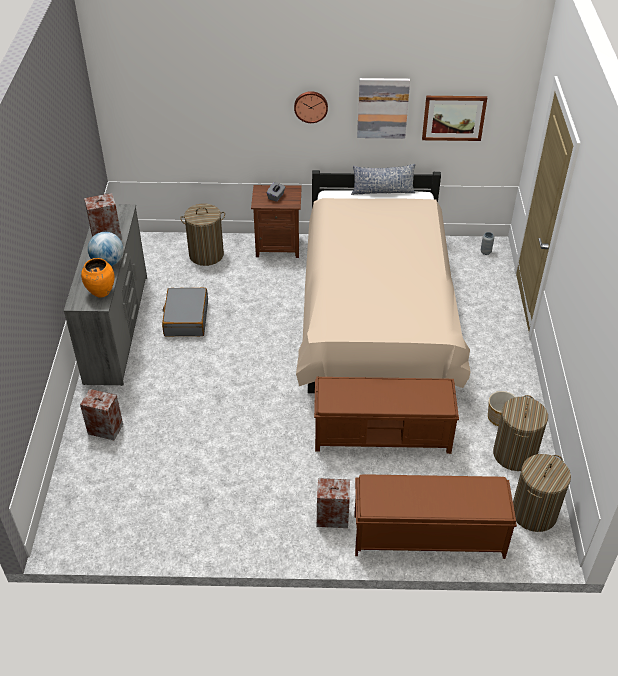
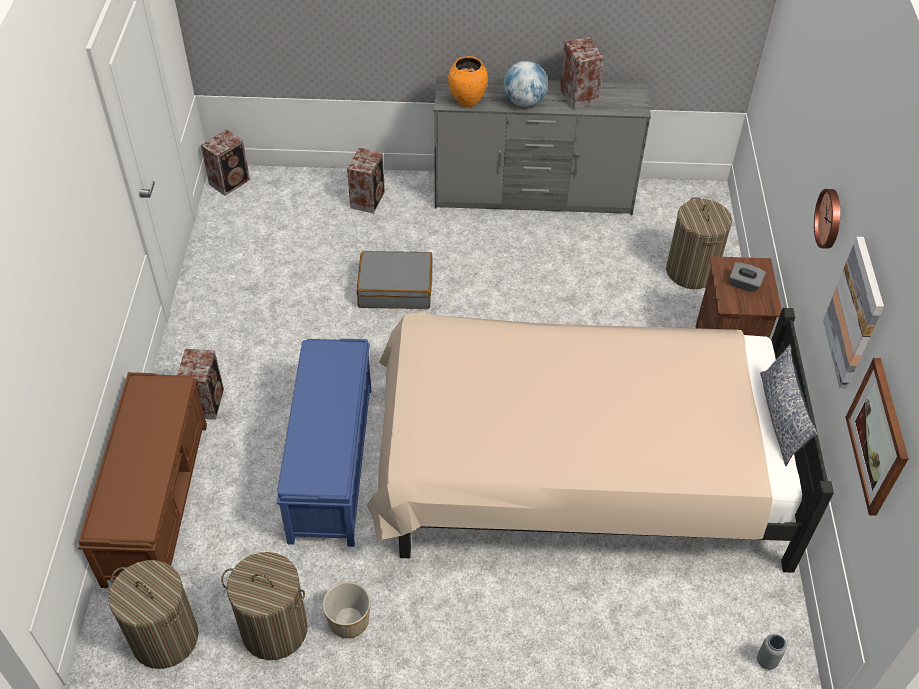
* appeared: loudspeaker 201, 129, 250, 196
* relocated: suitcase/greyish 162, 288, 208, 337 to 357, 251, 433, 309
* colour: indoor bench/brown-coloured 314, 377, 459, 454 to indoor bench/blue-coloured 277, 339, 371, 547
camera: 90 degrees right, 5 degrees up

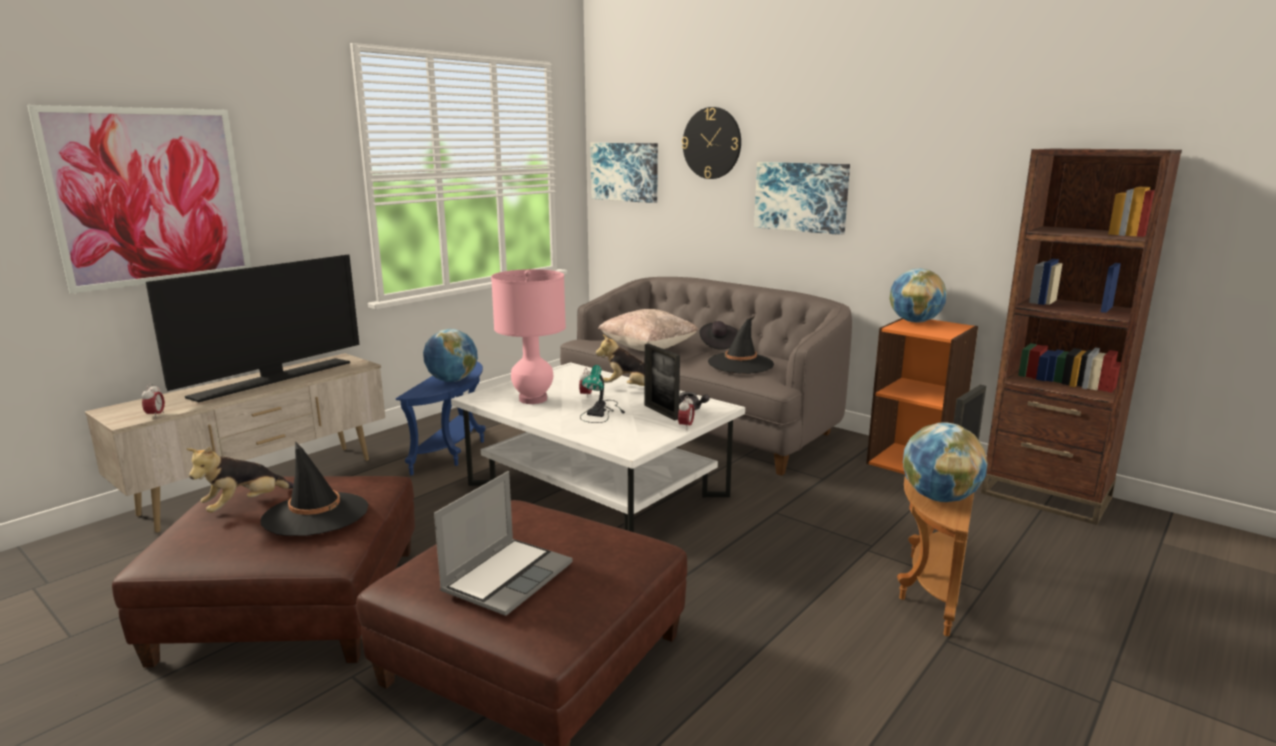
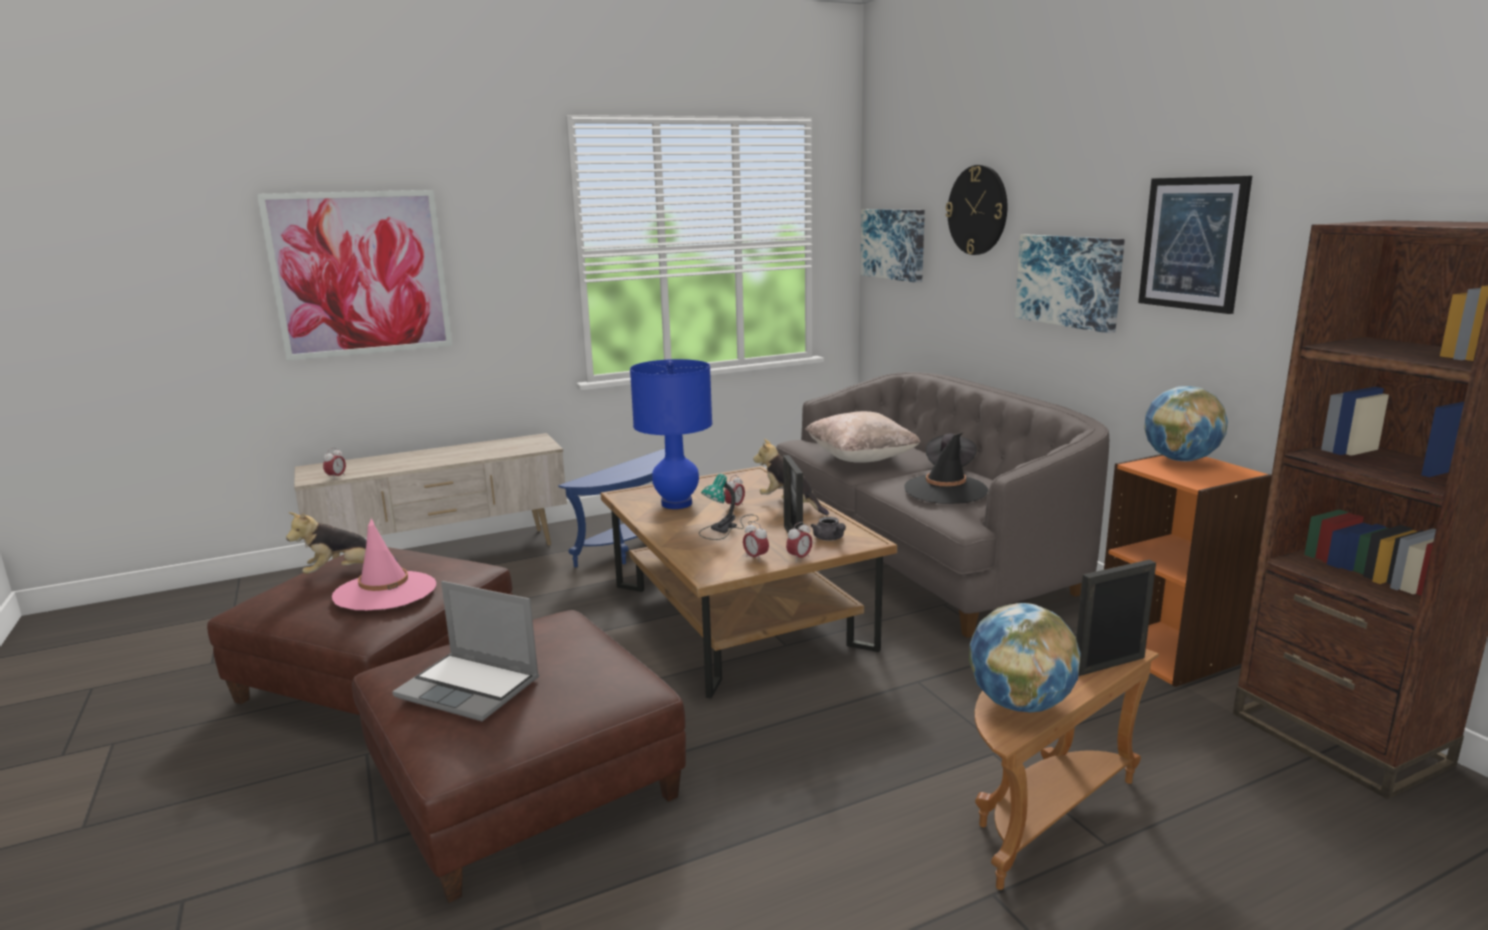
* missing: TV 146, 254, 360, 402
* missing: desk globe 423, 329, 478, 382
* appeared: table clock 743, 522, 769, 562
* appeared: wall picture 1138, 176, 1252, 314
* colour: wearable hat/black-coloured 261, 441, 368, 536 to wearable hat/pink-coloured 332, 518, 436, 611
* colour: lounge table/white 451, 363, 745, 532 to lounge table/brown-coloured 600, 466, 897, 698
* colour: table lamp/pink-coloured 491, 269, 566, 404 to table lamp/blue-coloured 630, 359, 712, 509
* spun: notebook computer 434, 471, 573, 616 = 392, 581, 539, 721 60 degrees clockwise
camera: 25 degrees right, 0 degrees up

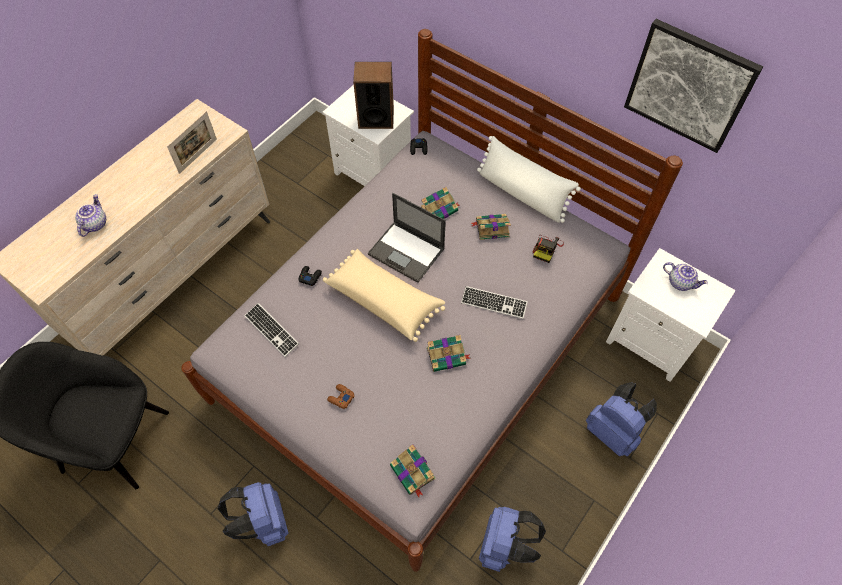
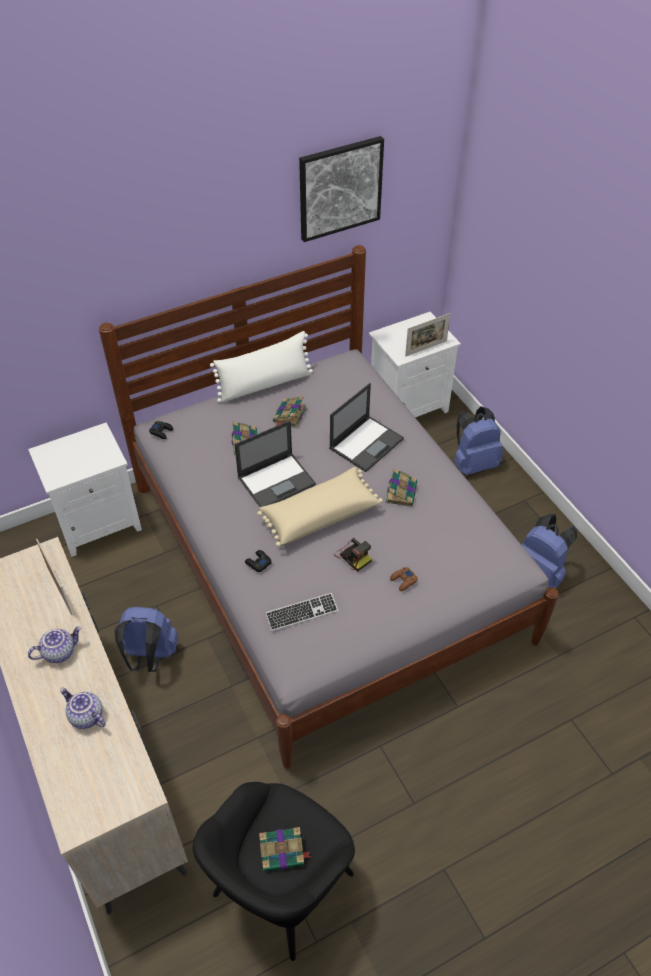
* missing: loudspeaker 353, 62, 394, 129
* appeared: photo frame 405, 313, 450, 356
* relocated: knapsack/blue-coloured 218, 482, 288, 546 to 114, 607, 178, 672
* relocated: book 390, 444, 436, 497 to 259, 827, 311, 872
* relocated: still camera 533, 235, 564, 263 to 334, 538, 372, 572
* relocated: teapot 663, 262, 708, 291 to 28, 626, 82, 663
* exchanged: computer keyboard 461, 286, 528, 319 to notebook computer 329, 383, 404, 472
camera: 65 degrees left, 10 degrees down

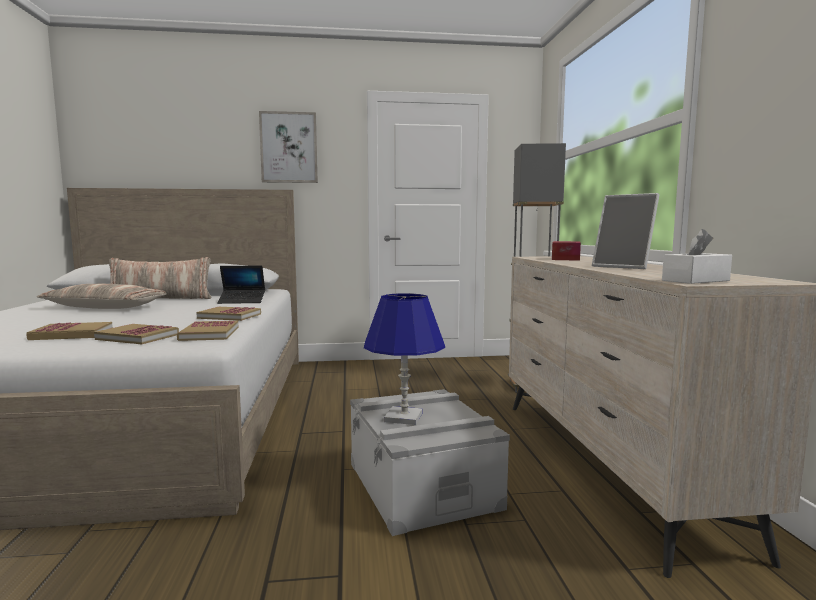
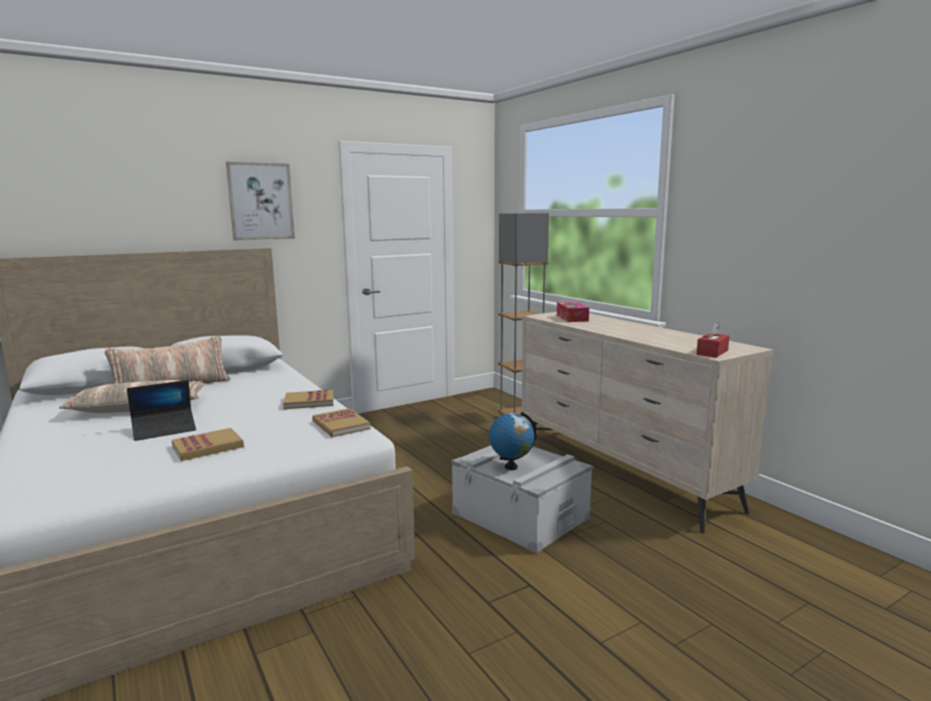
* missing: book 94, 324, 179, 344
* missing: photo frame 592, 193, 659, 269
* relocated: notebook computer 217, 266, 265, 304 to 127, 380, 196, 441
* exchanged: table lamp/blue-coloured 364, 293, 445, 425 to desk globe 489, 412, 536, 470
* colour: box of tissues/white 662, 229, 732, 284 to box of tissues/red 697, 322, 729, 358
camera: 25 degrees left, 5 degrees up

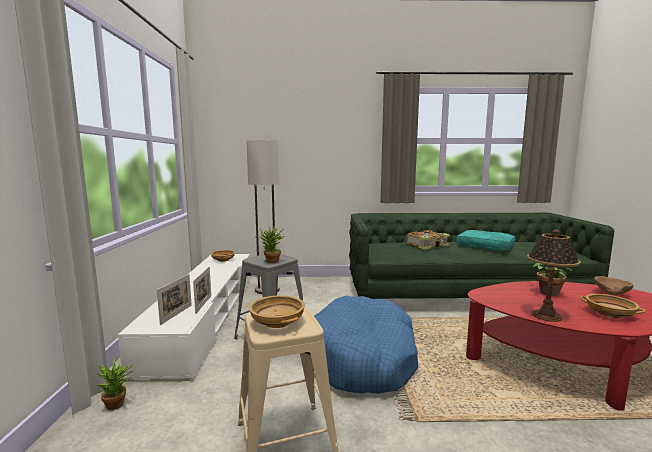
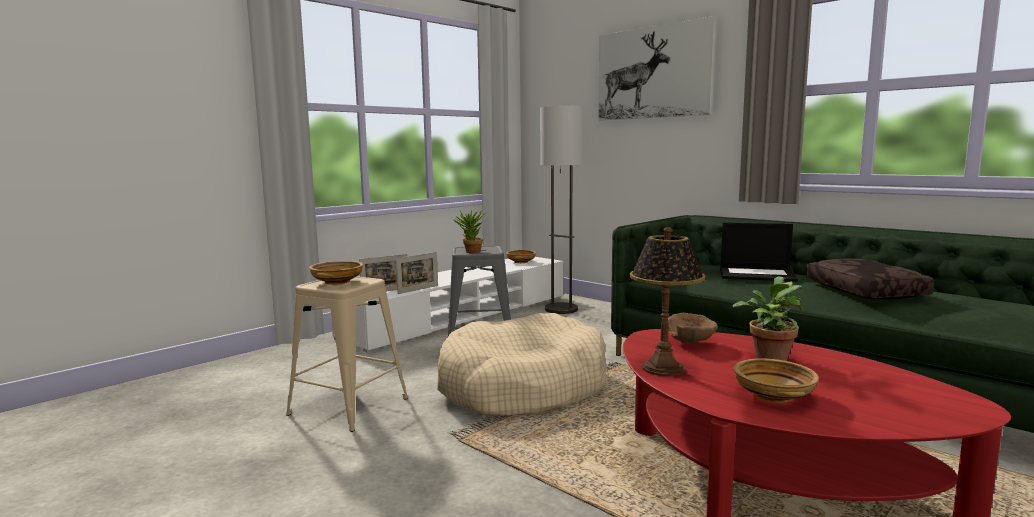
* missing: plant in a pot 96, 357, 134, 410
* appeared: wall picture 598, 16, 716, 120
* relocated: serving bowl/brown-coloured 594, 276, 634, 295 to 668, 313, 717, 344
* exchanged: book 407, 230, 450, 250 to notebook computer 720, 222, 798, 282
* colour: pet bed/blue-coloured 314, 296, 419, 394 to pet bed/sand-coloured 437, 313, 607, 417
* colour: pillow/blue-green 456, 230, 516, 251 to pillow/brown-coloured 805, 258, 934, 300
camera: 45 degrees right, 0 degrees up

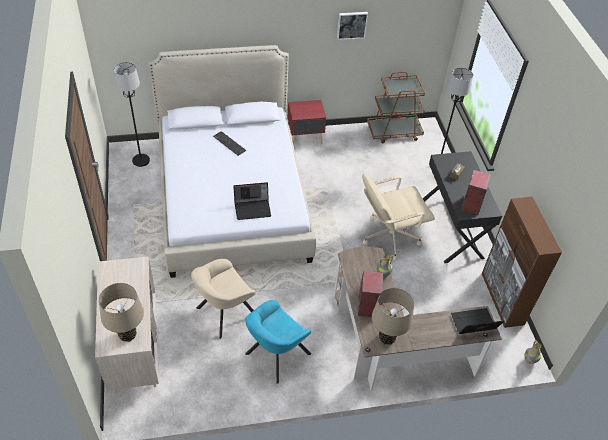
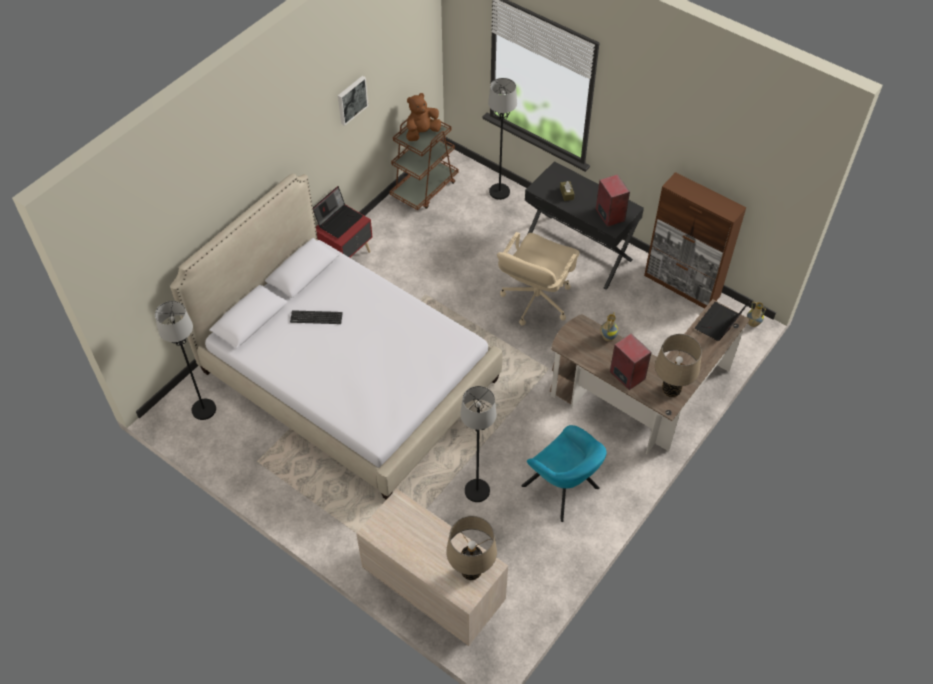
* appeared: cuddly toy/brown-coloured 406, 93, 441, 141
* relocated: notebook computer 233, 182, 271, 220 to 313, 186, 363, 238
* exchanged: lounge chair/sand-coloured 191, 259, 256, 339 to standard lamp/black-coloured 460, 386, 497, 502
* spun: lounge chair/blue-green 245, 300, 311, 384 = 522, 425, 607, 522 45 degrees counterclockwise
camera: 40 degrees left, 5 degrees up

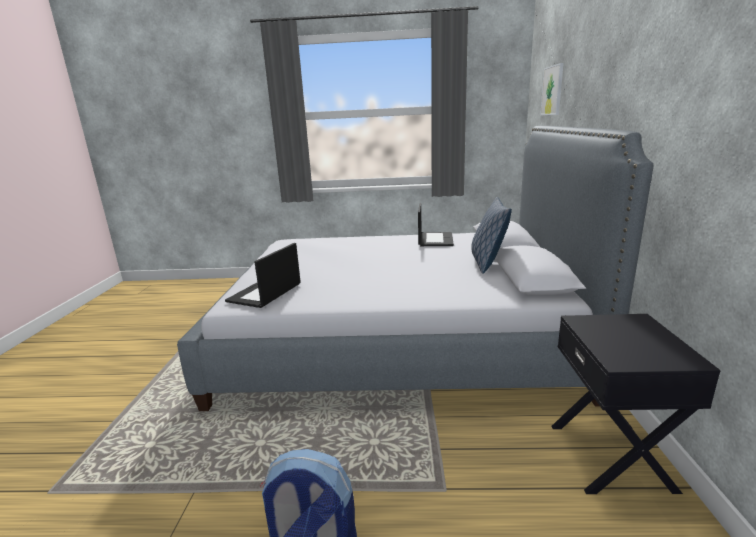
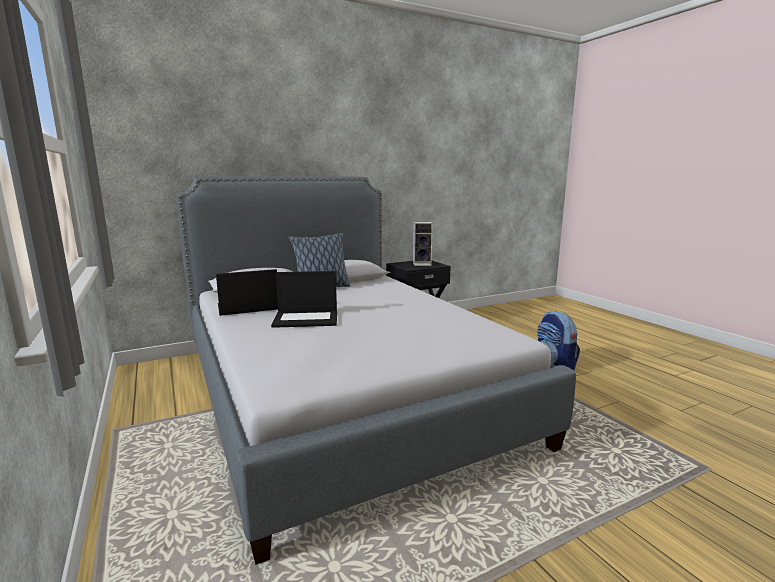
* missing: wall picture 540, 63, 564, 115
* appeared: loudspeaker 413, 222, 432, 266
* relocated: notebook computer 225, 243, 301, 308 to 271, 271, 337, 328
camera: 120 degrees left, 5 degrees down

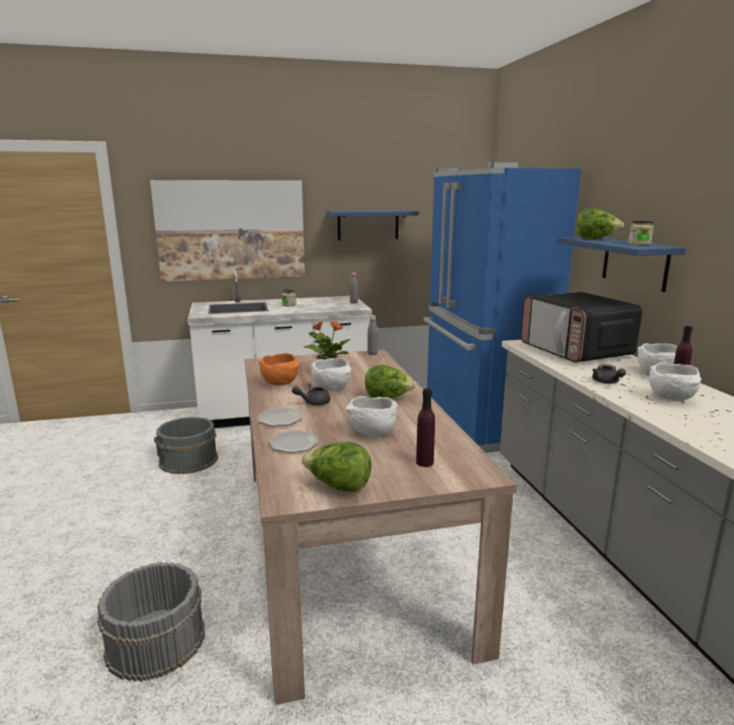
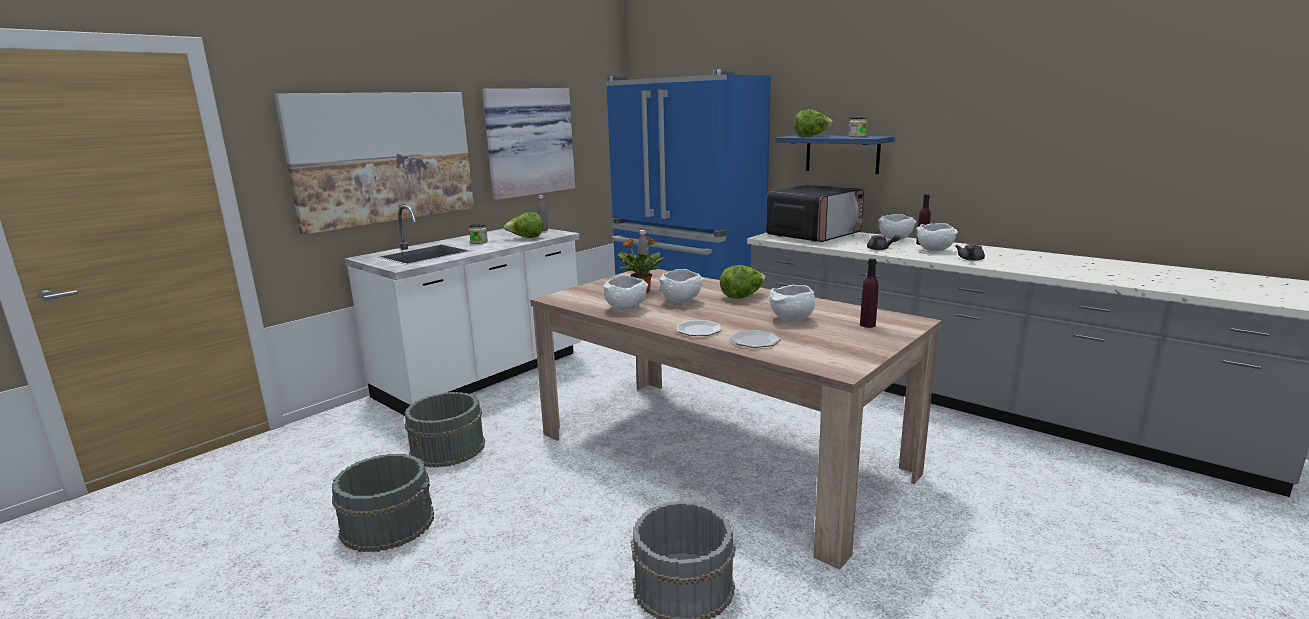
* appeared: pail/greyish 332, 454, 434, 552
* relocated: teapot/greyish 292, 383, 330, 405 to 955, 244, 985, 261
* relocated: head of lettuce 302, 442, 371, 492 to 504, 212, 543, 238
* exchanged: shelf/blue-coloured 327, 210, 419, 240 to wall picture 482, 88, 575, 200
* colour: serving bowl/orangey 259, 353, 299, 386 to serving bowl/white 603, 275, 648, 311
* spun: kitchen microwave 521, 292, 642, 363 = 766, 185, 864, 242 75 degrees counterclockwise
camera: 35 degrees left, 0 degrees up

